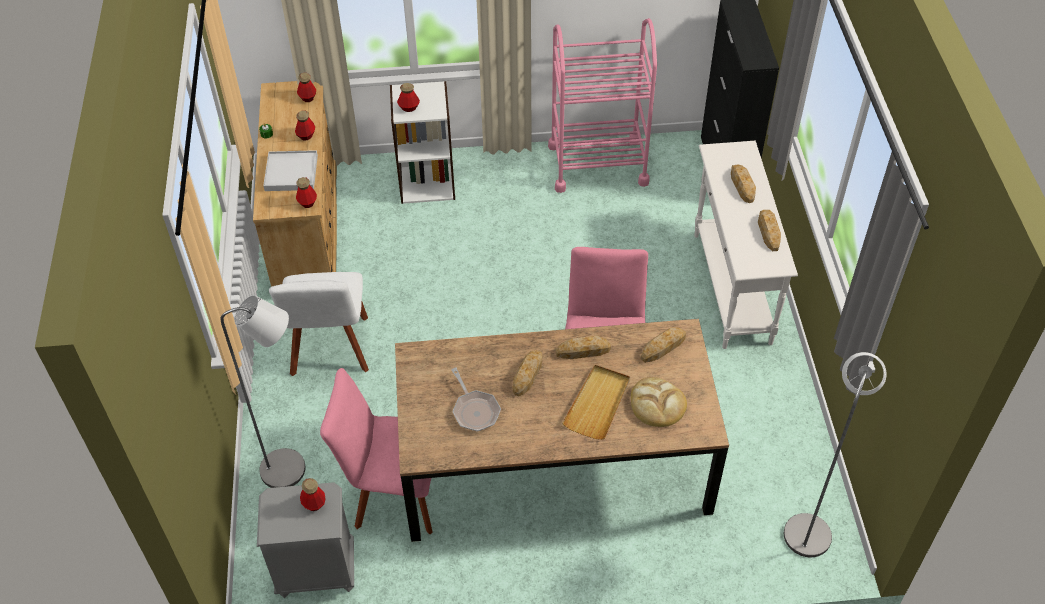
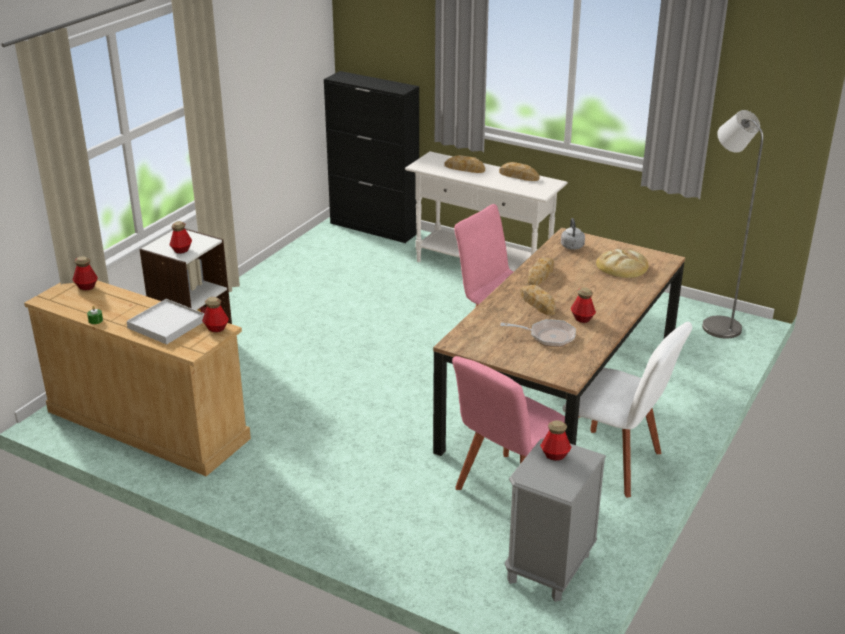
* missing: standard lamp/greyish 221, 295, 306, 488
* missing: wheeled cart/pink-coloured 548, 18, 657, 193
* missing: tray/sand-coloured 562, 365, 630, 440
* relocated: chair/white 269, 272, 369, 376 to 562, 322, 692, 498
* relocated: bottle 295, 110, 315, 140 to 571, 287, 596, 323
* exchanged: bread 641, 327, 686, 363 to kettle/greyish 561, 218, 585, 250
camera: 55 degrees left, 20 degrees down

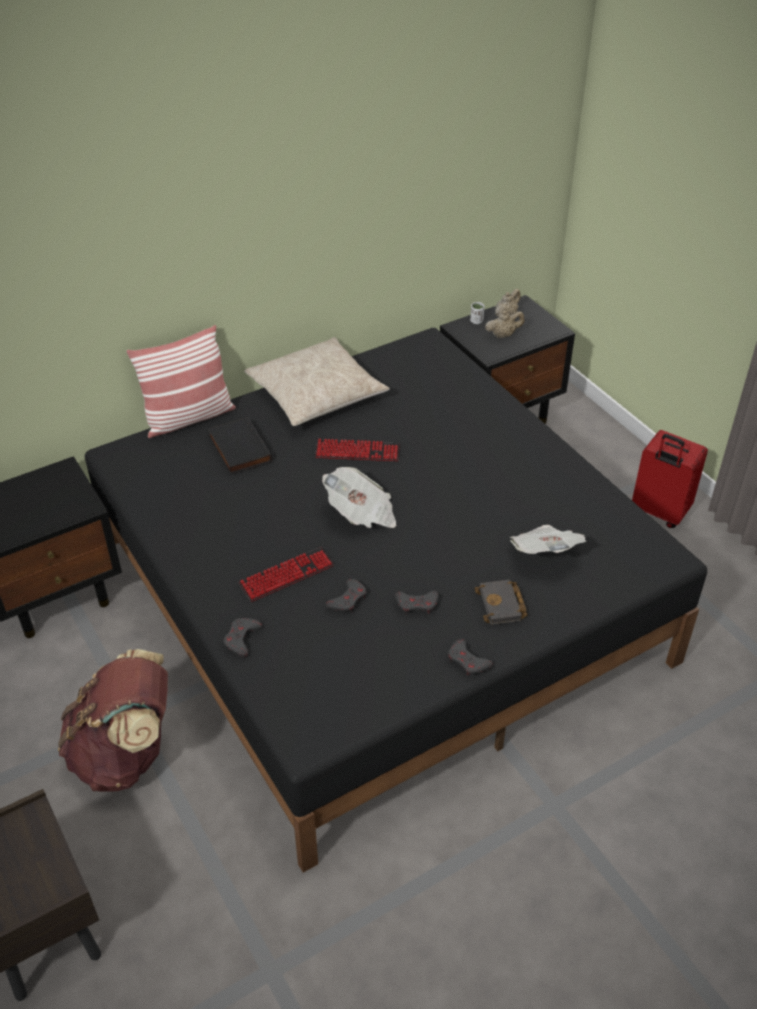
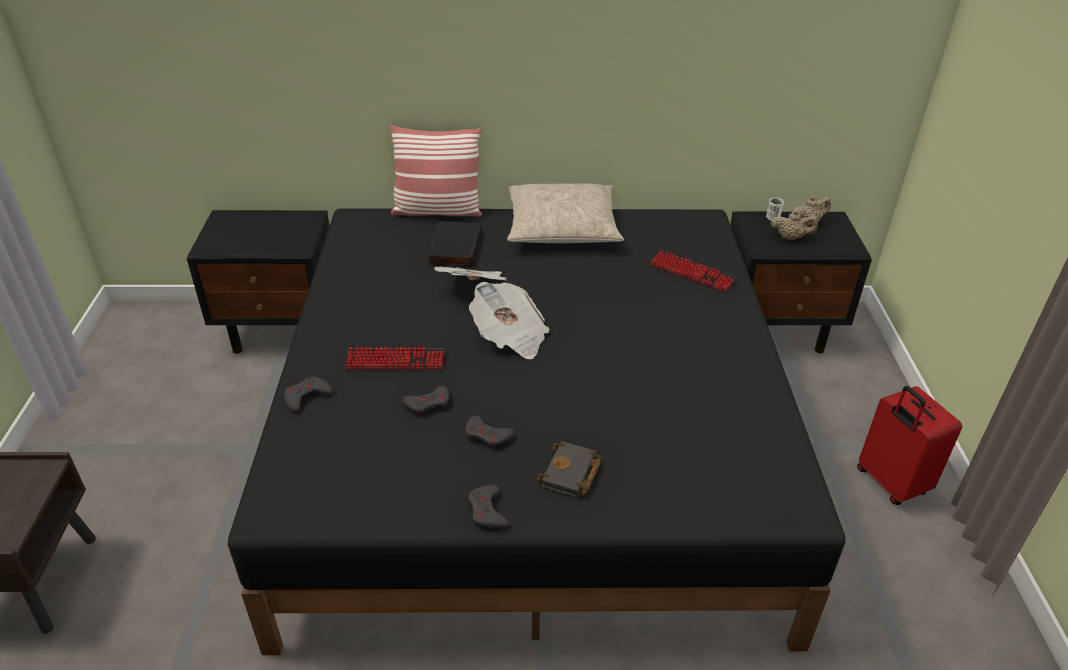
* missing: knapsack/brown-coloured 58, 649, 168, 792
* relocated: computer keyboard 315, 439, 400, 461 to 649, 250, 737, 293
* relocated: daily paper 510, 525, 586, 554 to 434, 267, 507, 281
camera: 30 degrees right, 5 degrees down

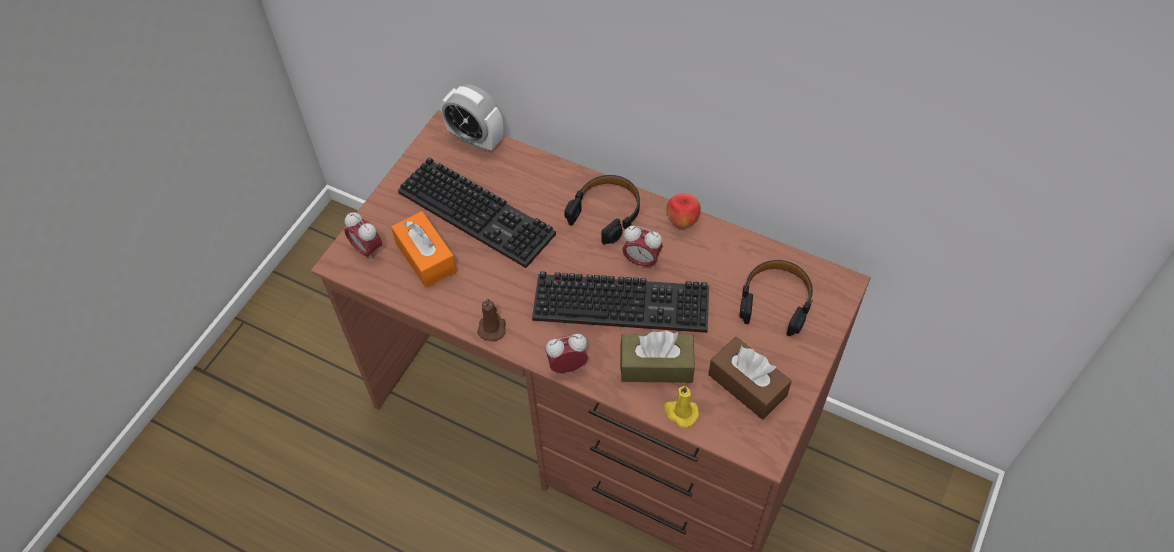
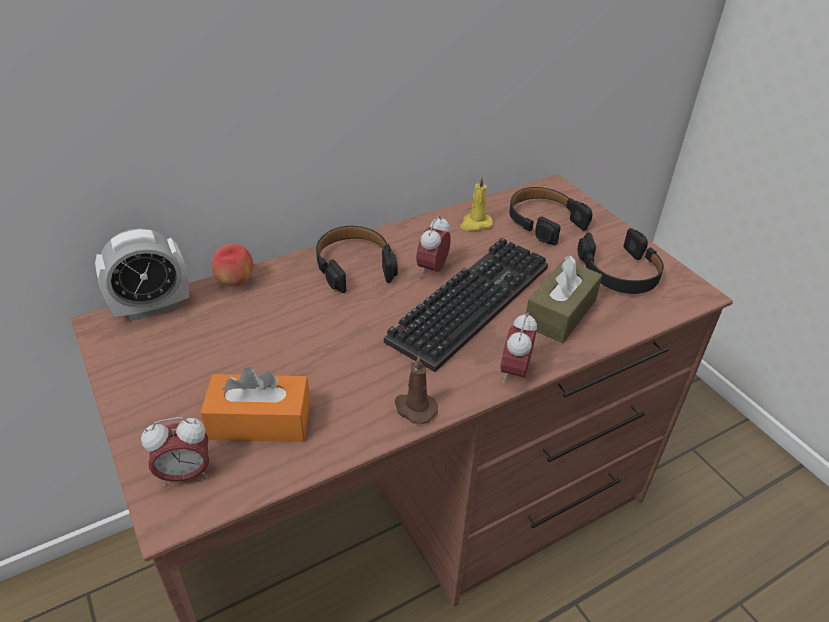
* missing: computer keyboard 398, 157, 556, 268
* relocated: wax light/yellow 664, 385, 699, 428 to 460, 175, 493, 231
* relocated: apple fruit 666, 193, 701, 228 to 212, 244, 253, 287
* exchanged: box of tissues/brown-coloured 709, 337, 792, 420 to headphones/black-coloured 578, 228, 664, 294
* spun: table clock 622, 226, 663, 270 = 416, 215, 451, 277 150 degrees clockwise
camera: 60 degrees left, 15 degrees down

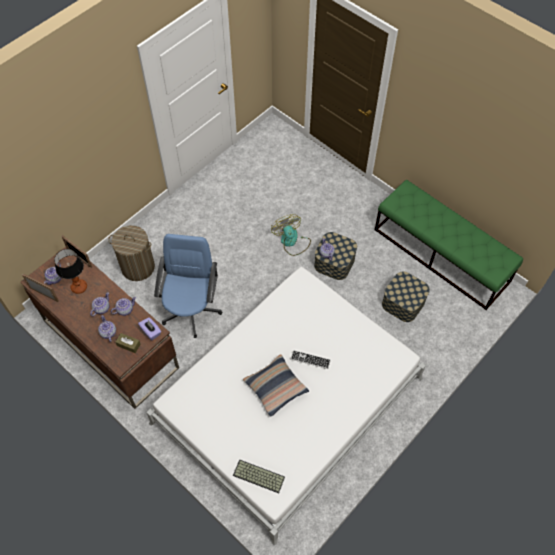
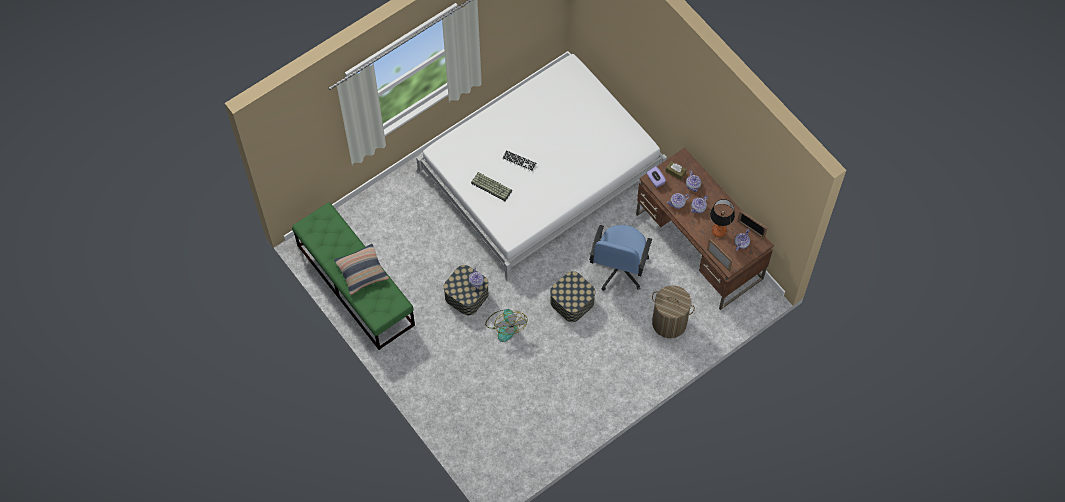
* relocated: computer keyboard 233, 459, 285, 493 to 471, 172, 513, 201
* relocated: pillow 243, 354, 309, 417 to 334, 244, 389, 295
* relocated: storage box 382, 272, 430, 322 to 550, 271, 595, 322
camera: 170 degrees left, 5 degrees up

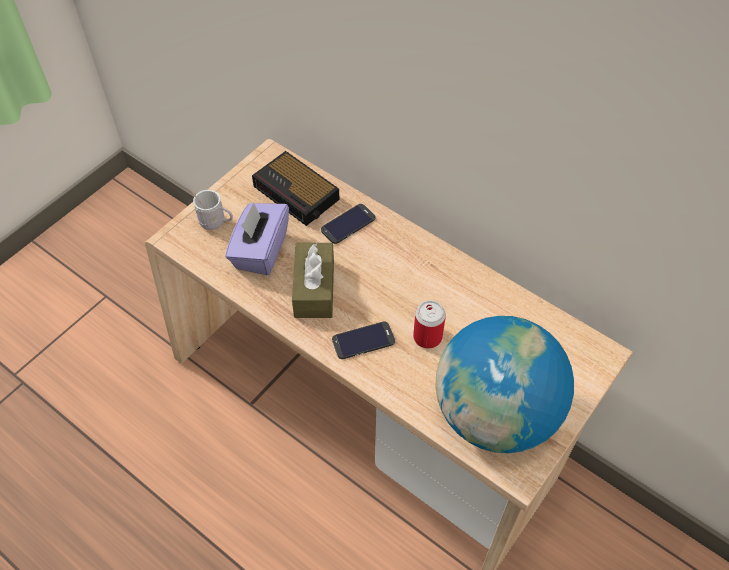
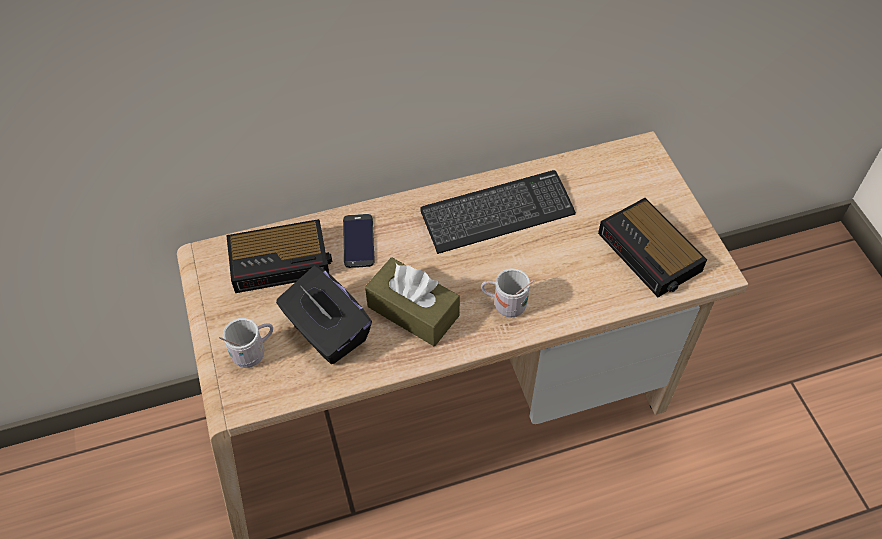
* missing: can 413, 300, 446, 349
* appeared: computer keyboard 420, 170, 576, 254
* exchanged: phone 332, 321, 395, 359 to mug/white 481, 268, 534, 318
* exchanged: desk globe 435, 316, 574, 453 to table clock 598, 198, 707, 297
* colour: box of tissues/purplish 226, 202, 289, 275 to box of tissues/black-coloured 276, 265, 372, 364
camera: 55 degrees left, 0 degrees up

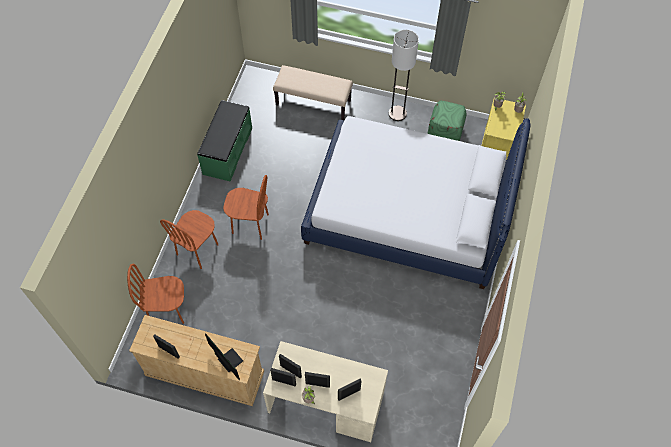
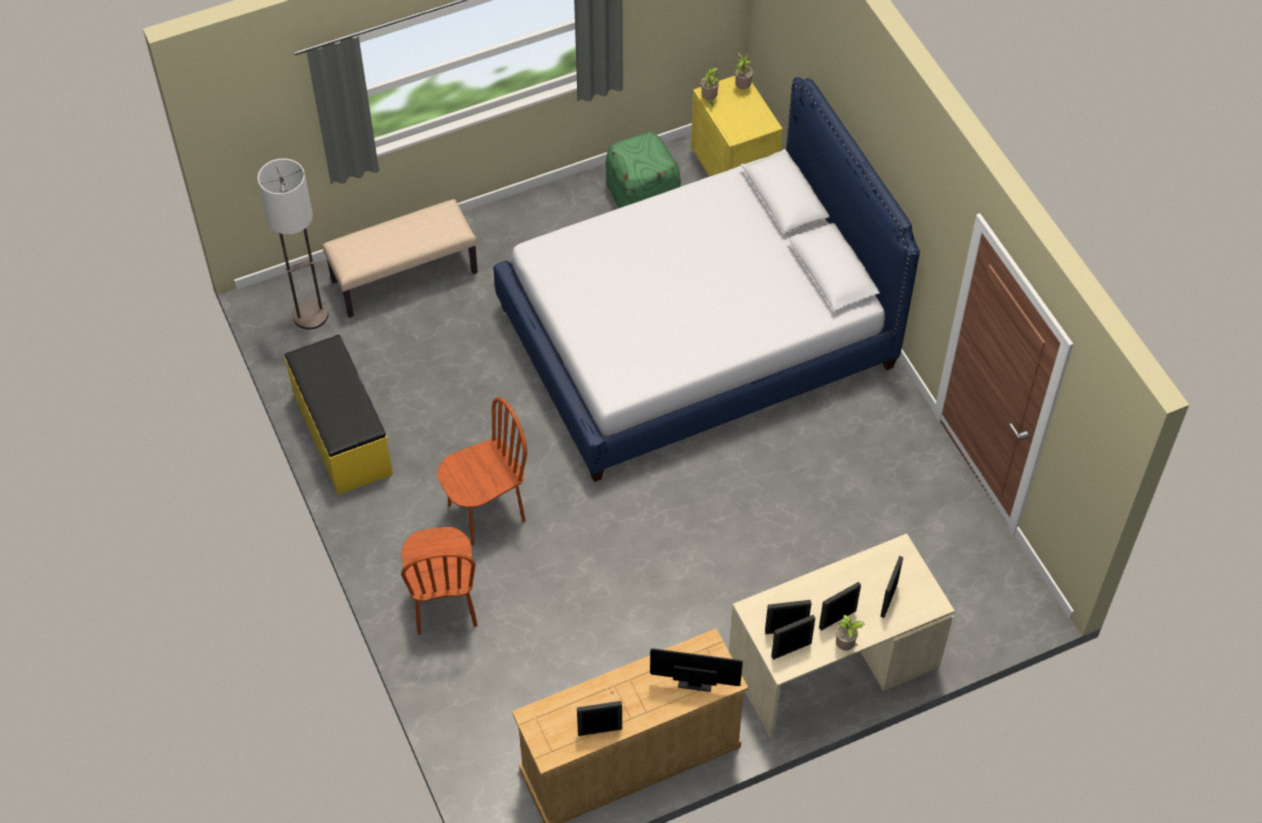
* missing: chair/brown-coloured 127, 264, 184, 324
* relocated: standard lamp 388, 30, 419, 121 to 258, 158, 328, 330
* colour: indoor bench/greenish 197, 100, 252, 182 to indoor bench/yellow 285, 335, 393, 495
camera: 40 degrees left, 5 degrees down

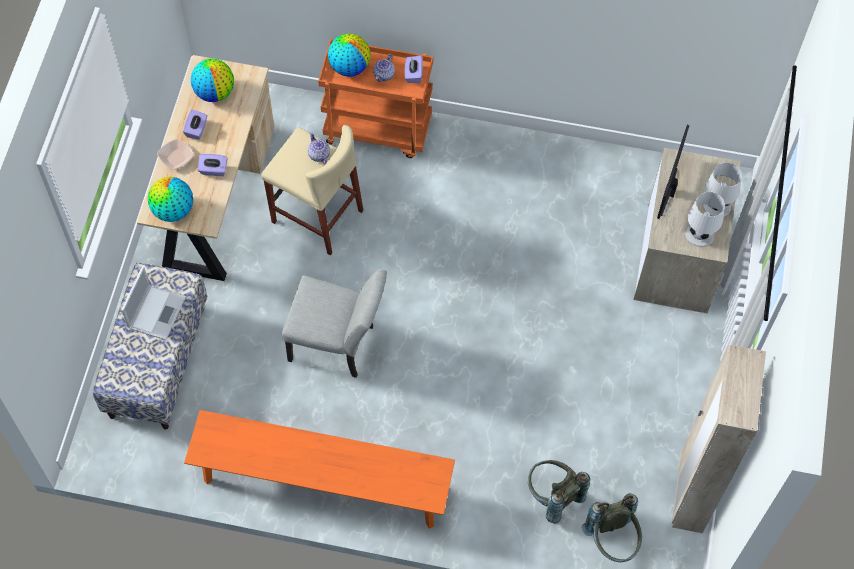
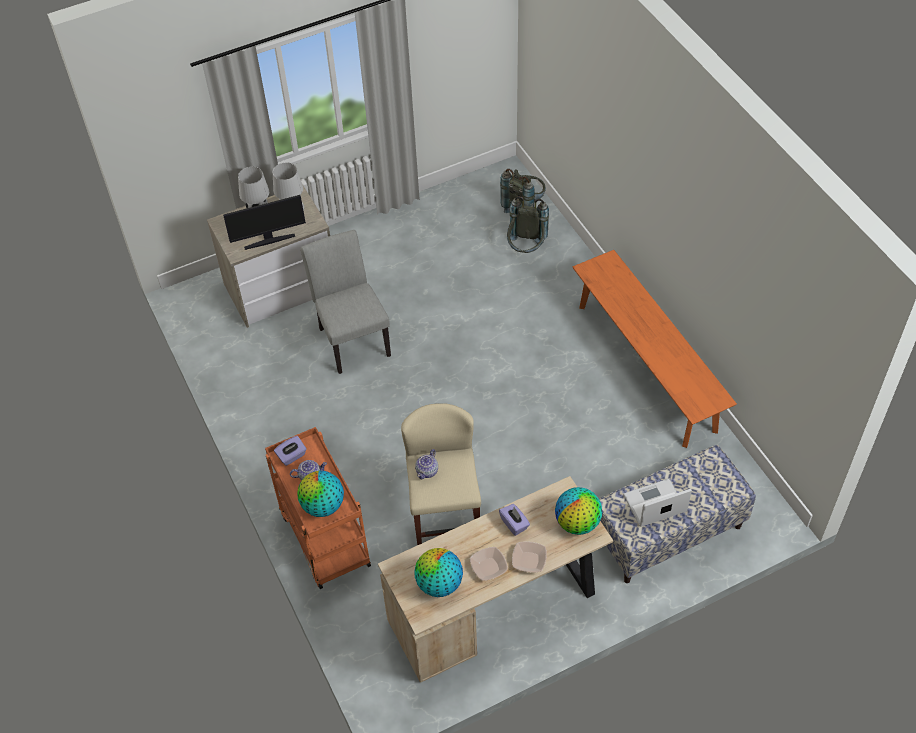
* missing: wardrobe/sand-coloured 671, 345, 766, 533
* relocated: chair/greyish 282, 269, 387, 378 to 300, 230, 391, 374
* exchanged: box of tissues/purplish 183, 109, 208, 140 to serving bowl 470, 547, 508, 581
camera: 125 degrees left, 10 degrees down

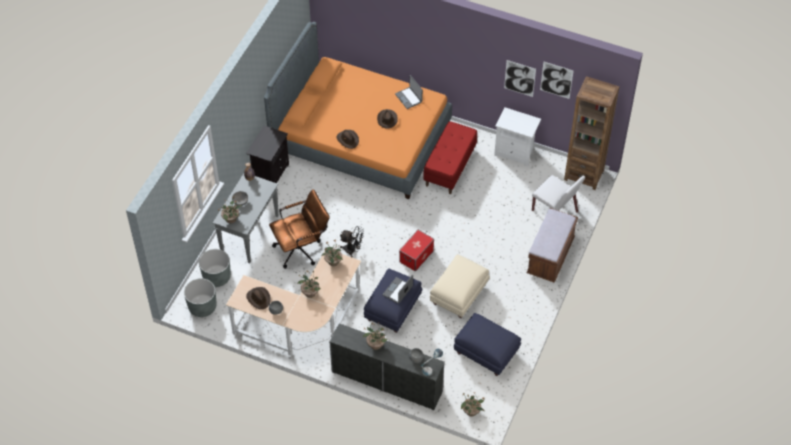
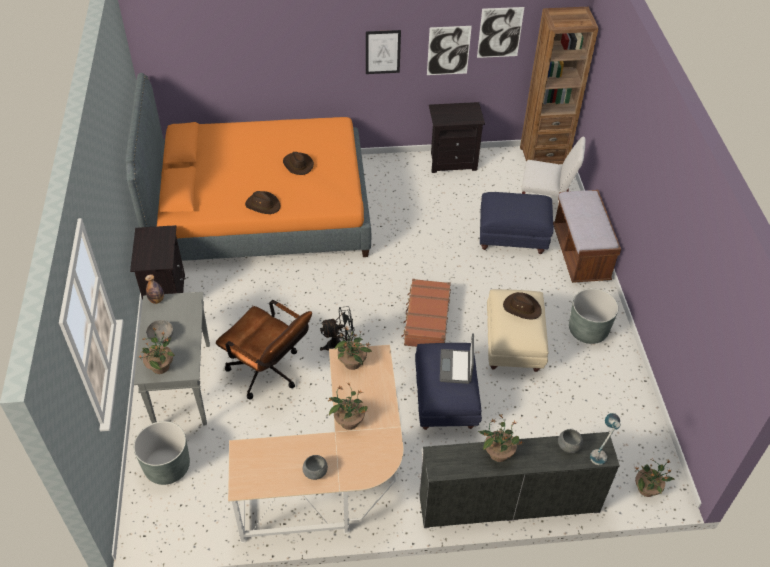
* missing: notebook computer 395, 75, 423, 109
* missing: indoor bench/red 423, 121, 477, 194
* appeared: wall picture 366, 30, 401, 74
* relocated: planter/greyish 184, 278, 217, 317 to 569, 288, 618, 344
* relocated: wearable hat/brown-coloured 246, 287, 271, 309 to 503, 292, 542, 320
* relocated: pouffe/blue-coloured 454, 313, 521, 376 to 480, 192, 554, 254
* exchanged: storage box 399, 230, 434, 271 to suitcase/brown-coloured 401, 279, 451, 347
* colour: nightstand/white 494, 107, 541, 166 to nightstand/black-coloured 429, 102, 485, 173
* spun: desk chair/brown-coloured 269, 189, 330, 269 = 216, 300, 312, 400 90 degrees clockwise
camera: 30 degrees left, 5 degrees down

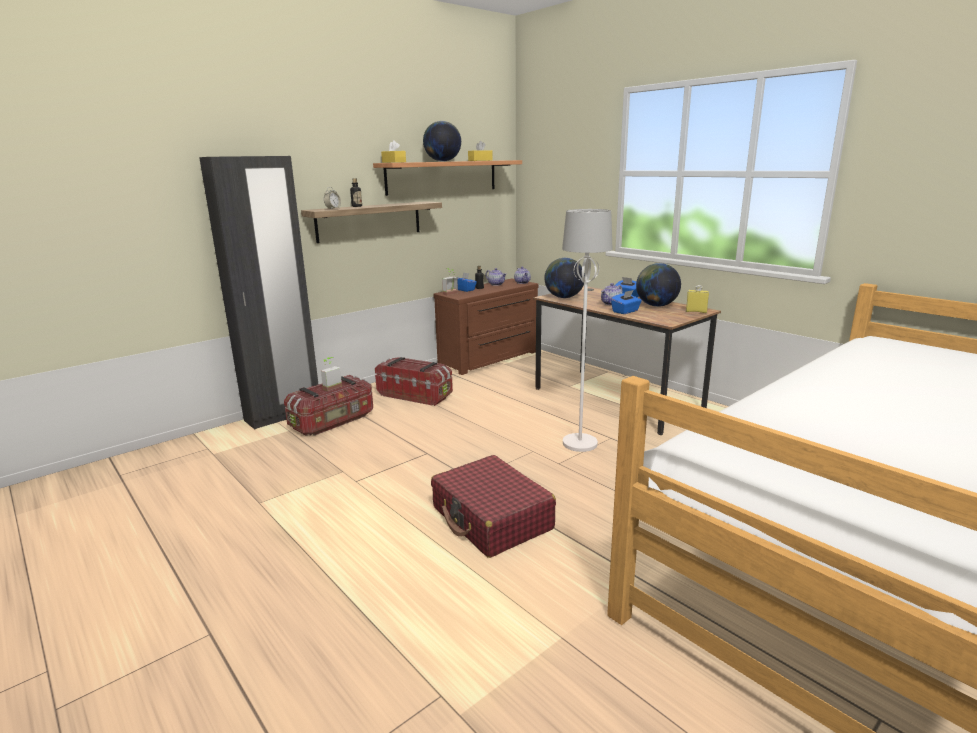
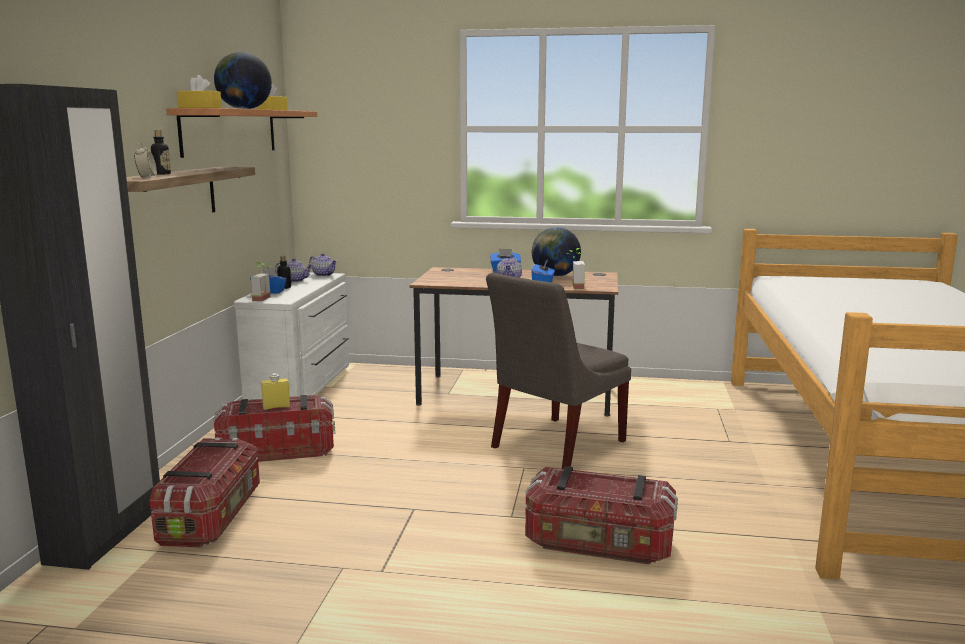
* missing: desk globe 544, 258, 585, 298
* relocated: plant in a pot 321, 357, 342, 391 to 566, 248, 585, 289
* relocated: bottle/yellow 686, 285, 709, 313 to 261, 373, 290, 410
* exchanged: suitcase/red 431, 455, 556, 558 to storage box 525, 466, 678, 565
* exchanged: standard lamp/white 562, 209, 613, 452 to chair/greyish 486, 273, 631, 469
* colour: drawer chest/brown-coloured 433, 279, 538, 375 to drawer chest/white 234, 273, 349, 400
camera: 40 degrees left, 5 degrees down

